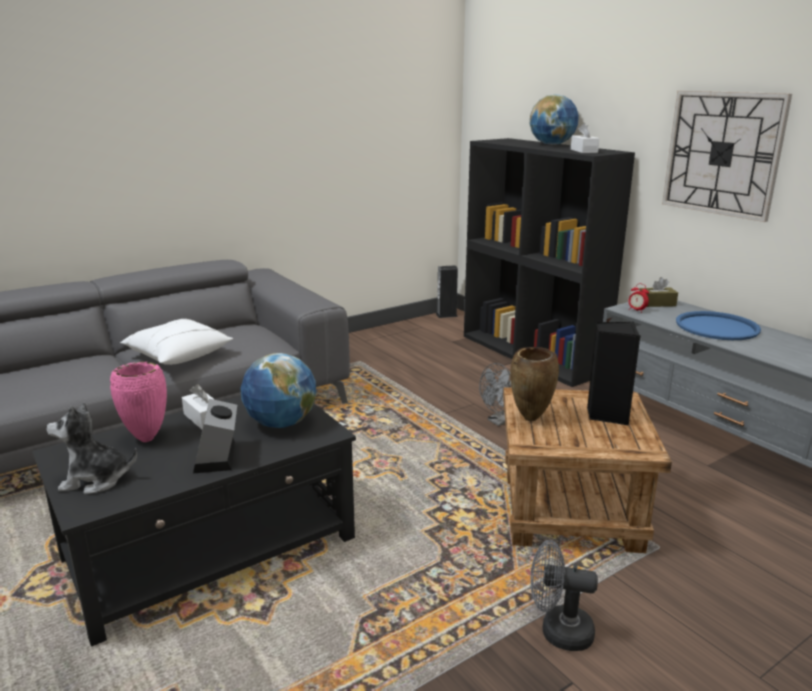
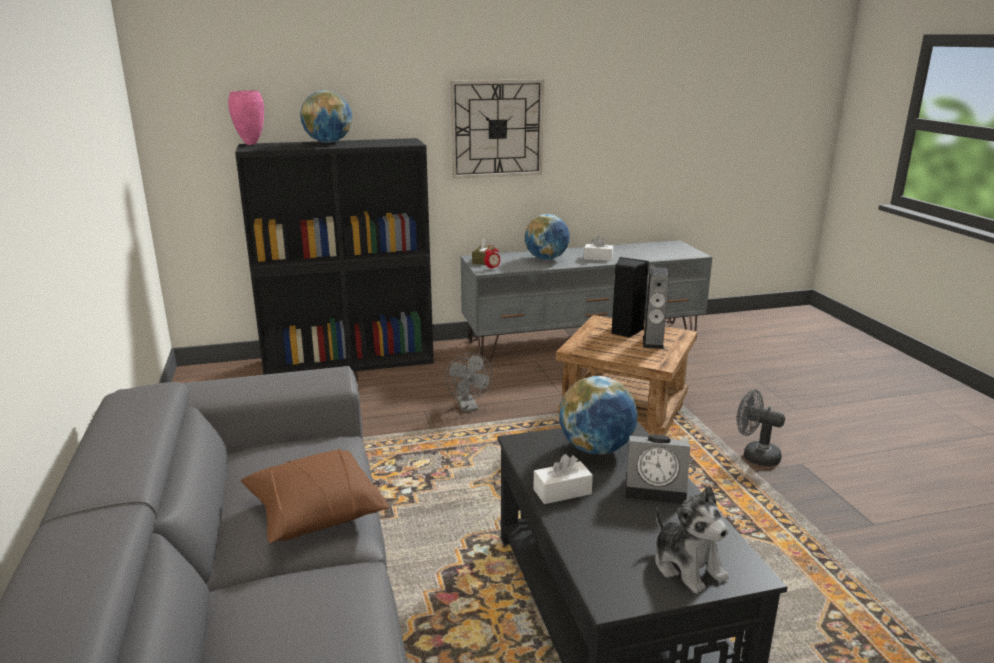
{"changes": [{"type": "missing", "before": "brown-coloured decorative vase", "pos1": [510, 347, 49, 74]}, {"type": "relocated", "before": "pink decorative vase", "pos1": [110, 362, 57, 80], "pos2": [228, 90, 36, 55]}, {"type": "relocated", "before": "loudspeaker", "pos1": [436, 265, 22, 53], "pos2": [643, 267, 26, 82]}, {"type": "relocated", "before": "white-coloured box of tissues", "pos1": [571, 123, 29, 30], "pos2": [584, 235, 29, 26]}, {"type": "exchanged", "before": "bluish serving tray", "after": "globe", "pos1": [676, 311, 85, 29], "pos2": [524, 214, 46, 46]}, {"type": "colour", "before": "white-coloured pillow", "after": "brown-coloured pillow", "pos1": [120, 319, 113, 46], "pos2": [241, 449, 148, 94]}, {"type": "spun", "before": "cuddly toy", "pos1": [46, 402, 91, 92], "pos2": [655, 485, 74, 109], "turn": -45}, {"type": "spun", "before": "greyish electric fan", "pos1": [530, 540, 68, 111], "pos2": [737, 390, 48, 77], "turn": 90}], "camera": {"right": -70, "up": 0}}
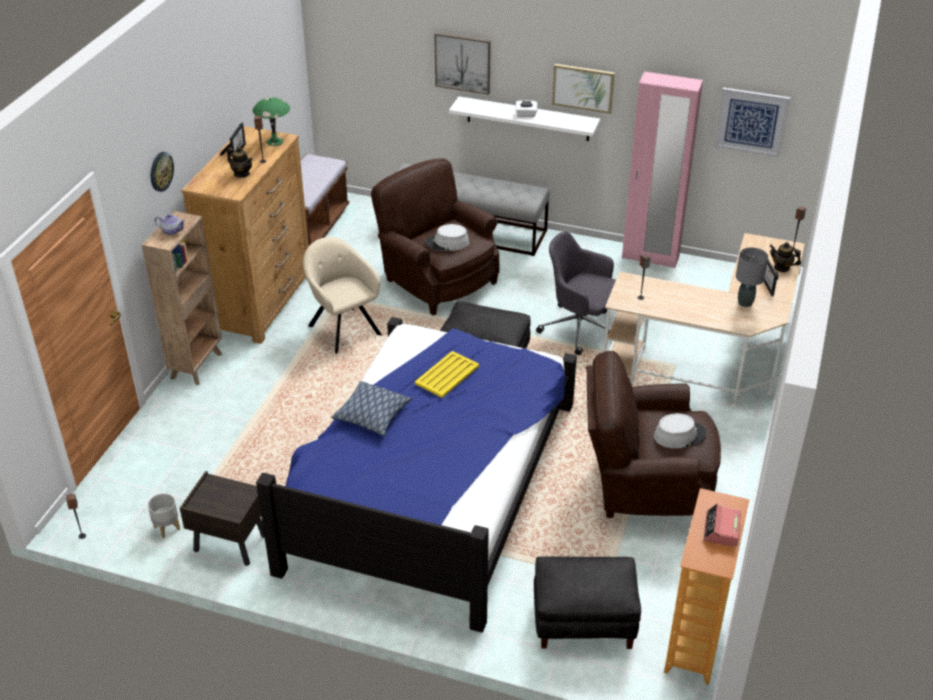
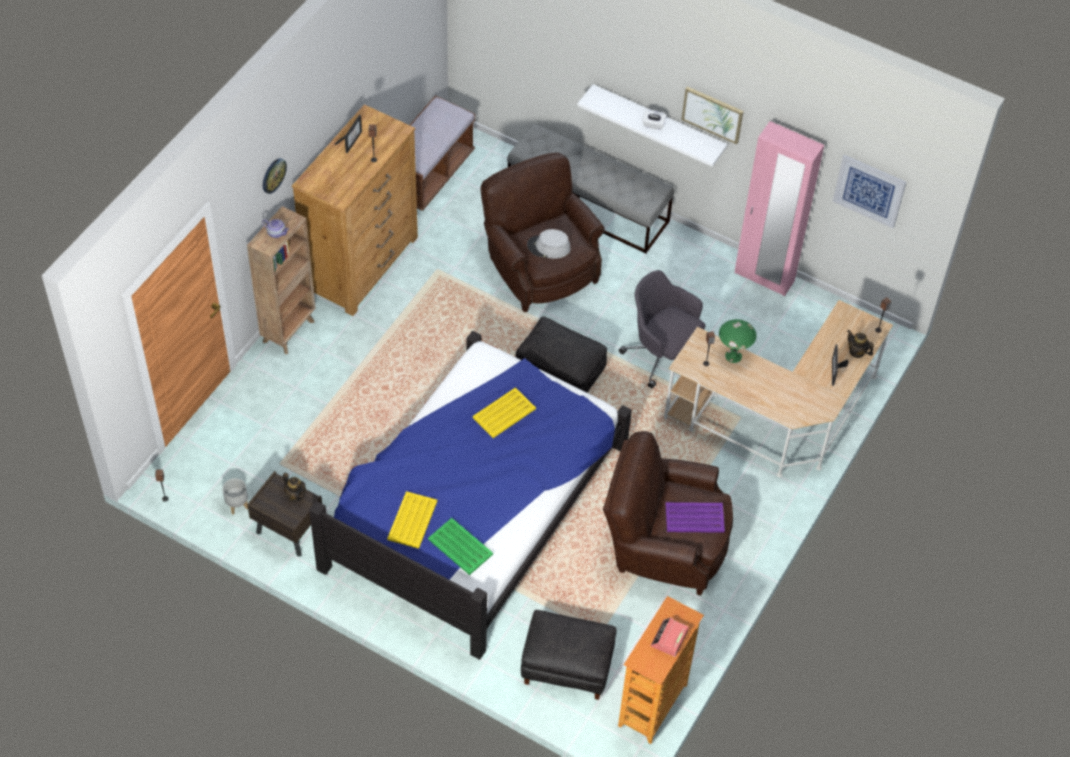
{"changes": [{"type": "missing", "before": "beige-coloured easy chair", "pos1": [303, 237, 79, 117]}, {"type": "missing", "before": "pillow", "pos1": [331, 381, 81, 55]}, {"type": "missing", "before": "wall picture", "pos1": [434, 32, 57, 63]}, {"type": "missing", "before": "greyish lamp for a table", "pos1": [736, 247, 32, 60]}, {"type": "appeared", "after": "yellow serving tray", "pos2": [387, 491, 50, 58]}, {"type": "appeared", "after": "green serving tray", "pos2": [428, 518, 65, 57]}, {"type": "relocated", "before": "tea pot", "pos1": [227, 146, 26, 31], "pos2": [283, 473, 23, 29]}, {"type": "relocated", "before": "green lamp for a table", "pos1": [253, 97, 37, 49], "pos2": [719, 319, 38, 44]}, {"type": "exchanged", "before": "greyish clothing hat", "after": "purple serving tray", "pos1": [654, 413, 52, 35], "pos2": [666, 502, 59, 31]}], "camera": {"right": 10, "up": 15}}
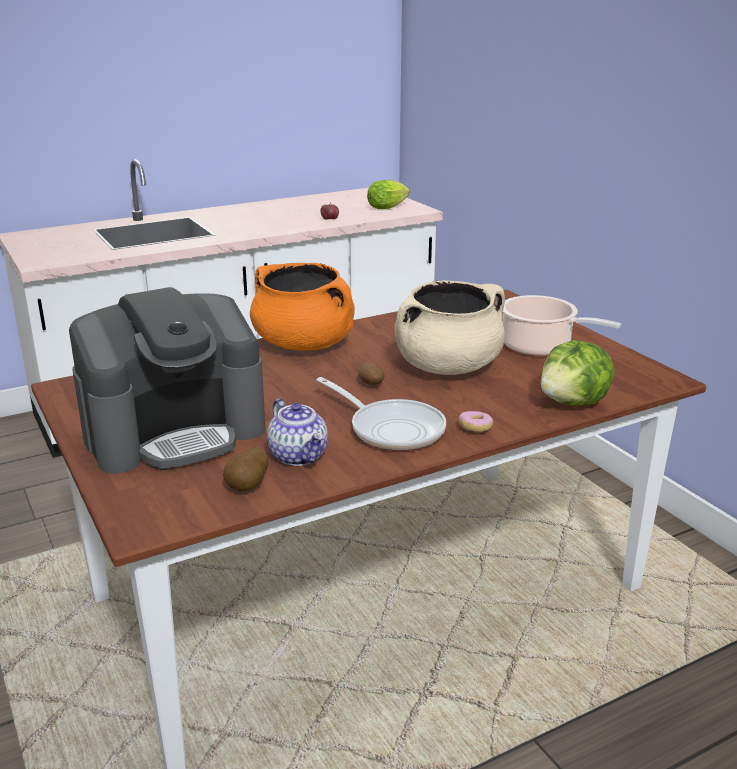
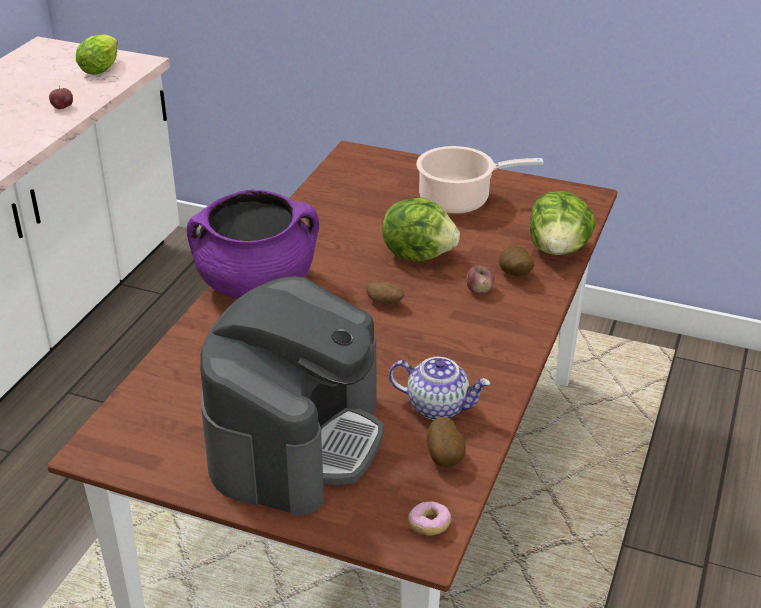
{"changes": [{"type": "missing", "before": "skillet", "pos1": [316, 377, 130, 74]}, {"type": "appeared", "after": "apple", "pos2": [466, 264, 29, 30]}, {"type": "appeared", "after": "spud", "pos2": [499, 246, 35, 30]}, {"type": "relocated", "before": "doughnut", "pos1": [458, 411, 35, 21], "pos2": [408, 501, 43, 35]}, {"type": "exchanged", "before": "beige-coloured cooking pot", "after": "head of lettuce", "pos1": [395, 280, 110, 95], "pos2": [382, 198, 78, 63]}, {"type": "colour", "before": "orange-coloured cooking pot", "after": "purple cooking pot", "pos1": [250, 263, 105, 87], "pos2": [187, 190, 132, 108]}], "camera": {"right": -40, "up": 10}}
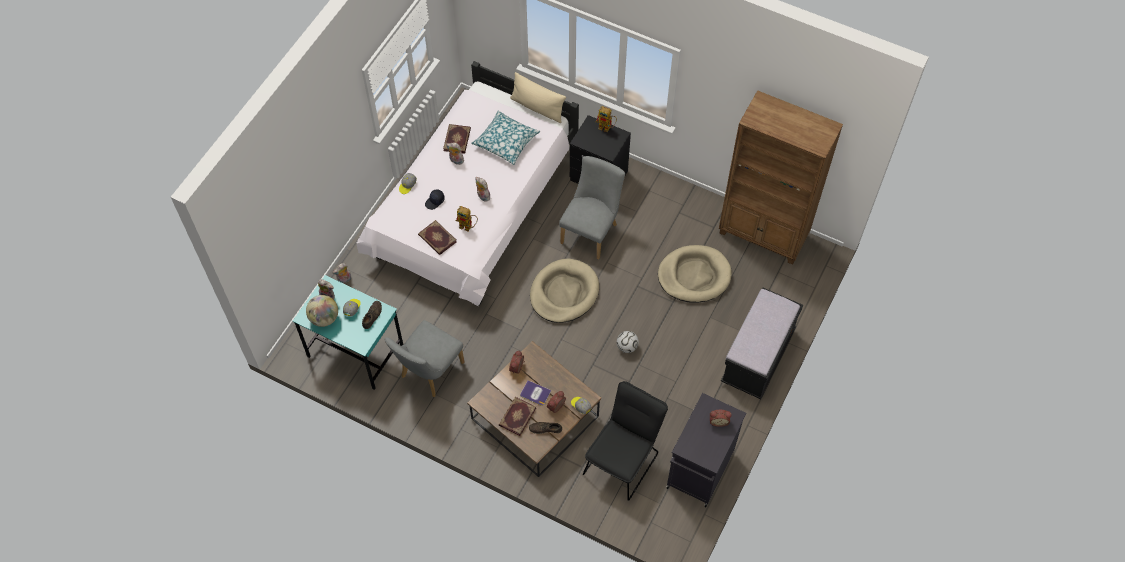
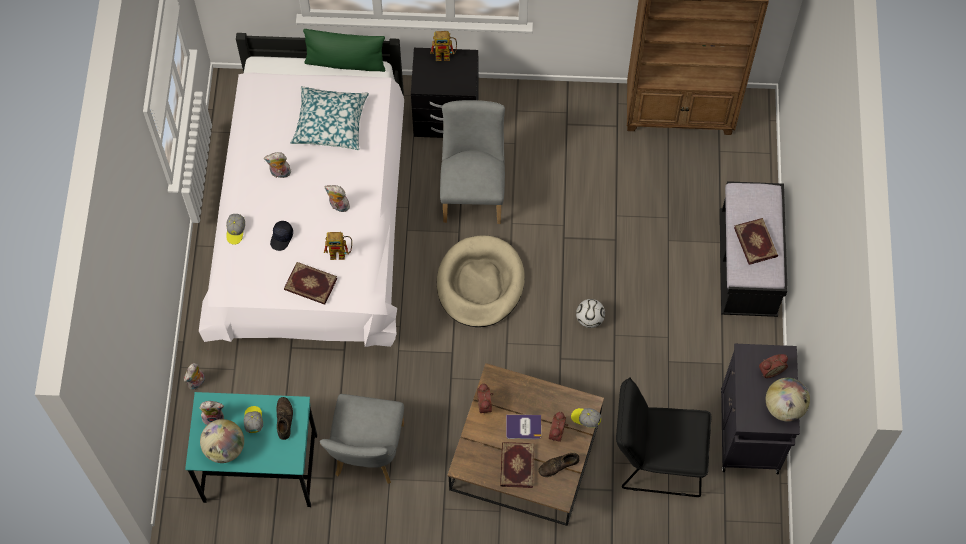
{"changes": [{"type": "missing", "before": "beige-coloured pet bed", "pos1": [658, 245, 74, 58]}, {"type": "appeared", "after": "globe", "pos2": [766, 378, 44, 44]}, {"type": "relocated", "before": "book", "pos1": [443, 124, 28, 30], "pos2": [734, 218, 44, 47]}, {"type": "colour", "before": "beige-coloured pillow", "after": "green pillow", "pos1": [510, 72, 56, 51], "pos2": [303, 29, 82, 43]}, {"type": "spun", "before": "blackish plain chair", "pos1": [583, 381, 85, 120], "pos2": [616, 377, 96, 120], "turn": -90}], "camera": {"right": -25, "up": 5}}
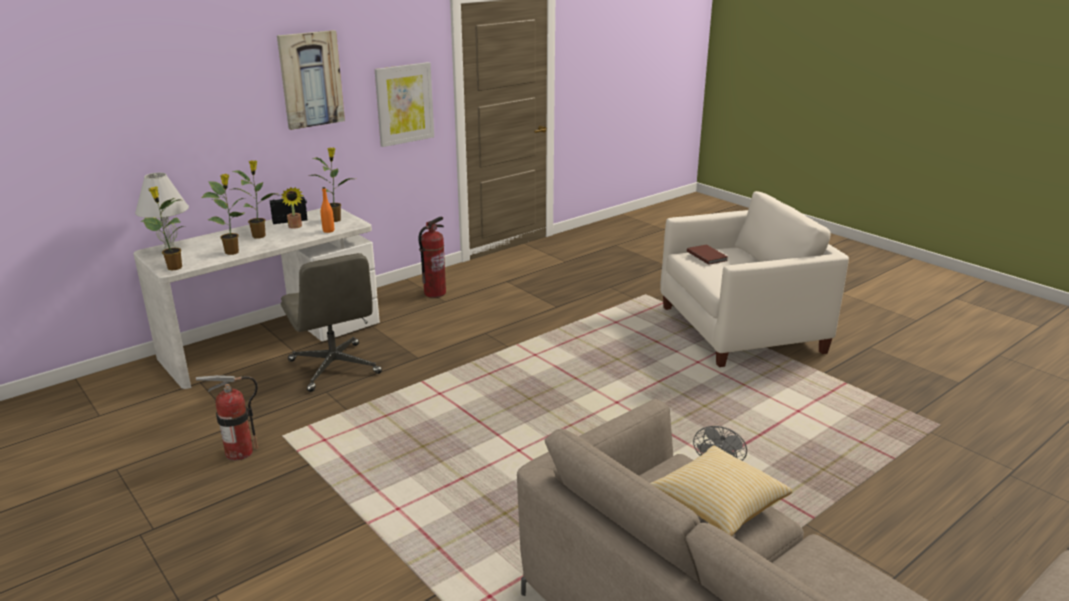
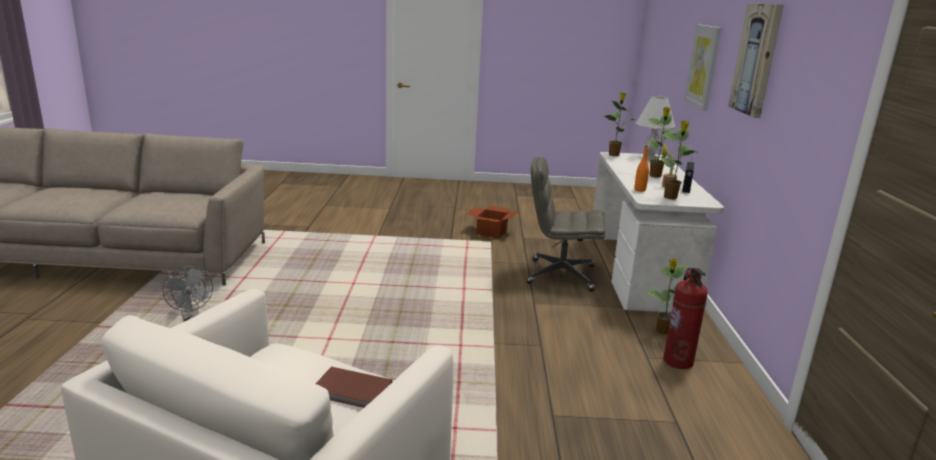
{"changes": [{"type": "missing", "before": "pillow", "pos1": [650, 445, 142, 91]}, {"type": "relocated", "before": "potted plant", "pos1": [201, 174, 44, 81], "pos2": [646, 258, 42, 77]}, {"type": "relocated", "before": "wall picture", "pos1": [375, 62, 59, 85], "pos2": [684, 24, 38, 87]}, {"type": "exchanged", "before": "extinguisher", "after": "carton", "pos1": [196, 375, 62, 86], "pos2": [466, 205, 53, 33]}], "camera": {"right": 130, "up": -5}}
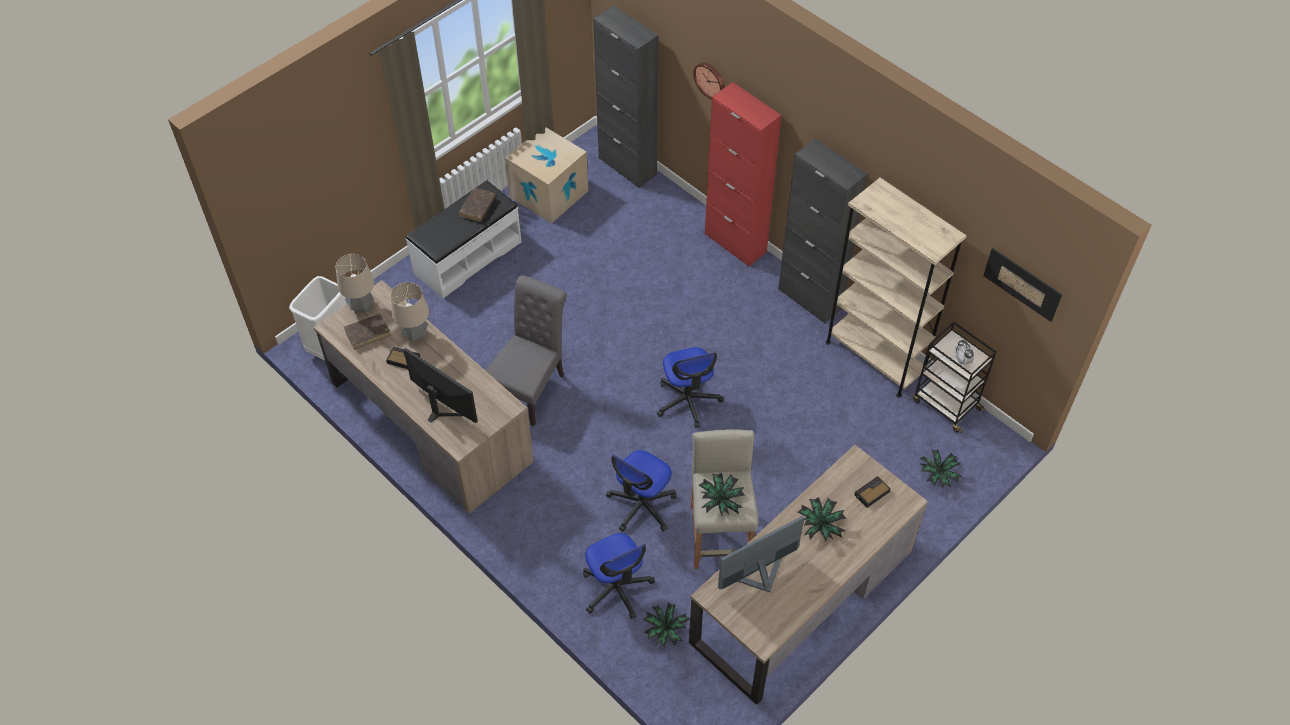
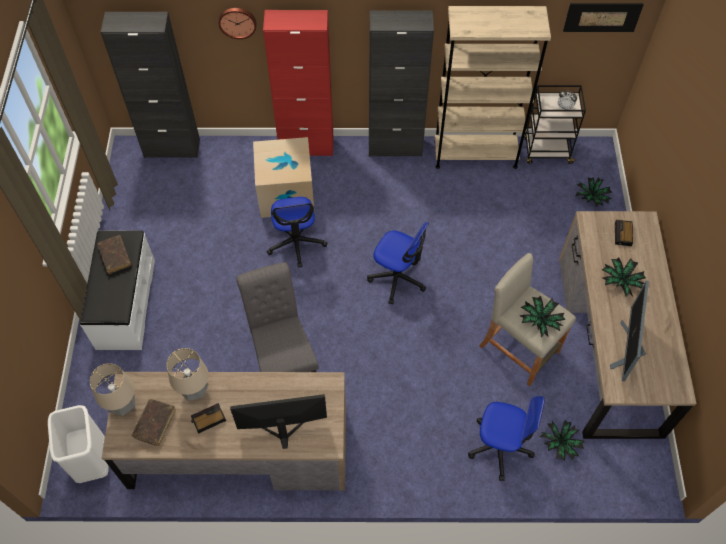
{"changes": [{"type": "relocated", "before": "carton", "pos1": [505, 128, 83, 96], "pos2": [253, 137, 62, 81]}, {"type": "relocated", "before": "computer chair", "pos1": [606, 450, 70, 82], "pos2": [267, 197, 60, 71]}], "camera": {"right": -45, "up": 5}}
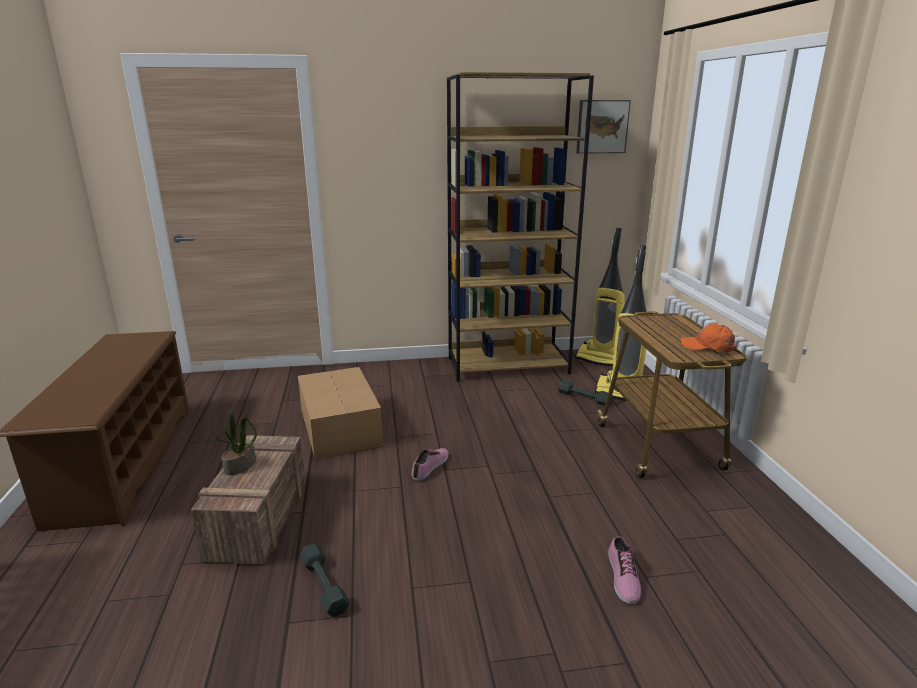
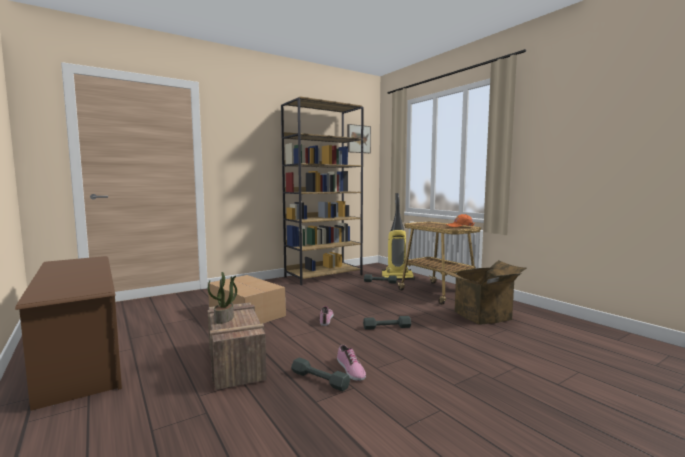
{"changes": [{"type": "missing", "before": "vacuum cleaner", "pos1": [575, 228, 50, 138]}, {"type": "appeared", "after": "greyish dumbbell", "pos2": [363, 316, 48, 14]}, {"type": "appeared", "after": "carton", "pos2": [443, 260, 83, 65]}, {"type": "relocated", "before": "item of footwear", "pos1": [608, 536, 33, 68], "pos2": [337, 345, 29, 36]}], "camera": {"right": -25, "up": -15}}
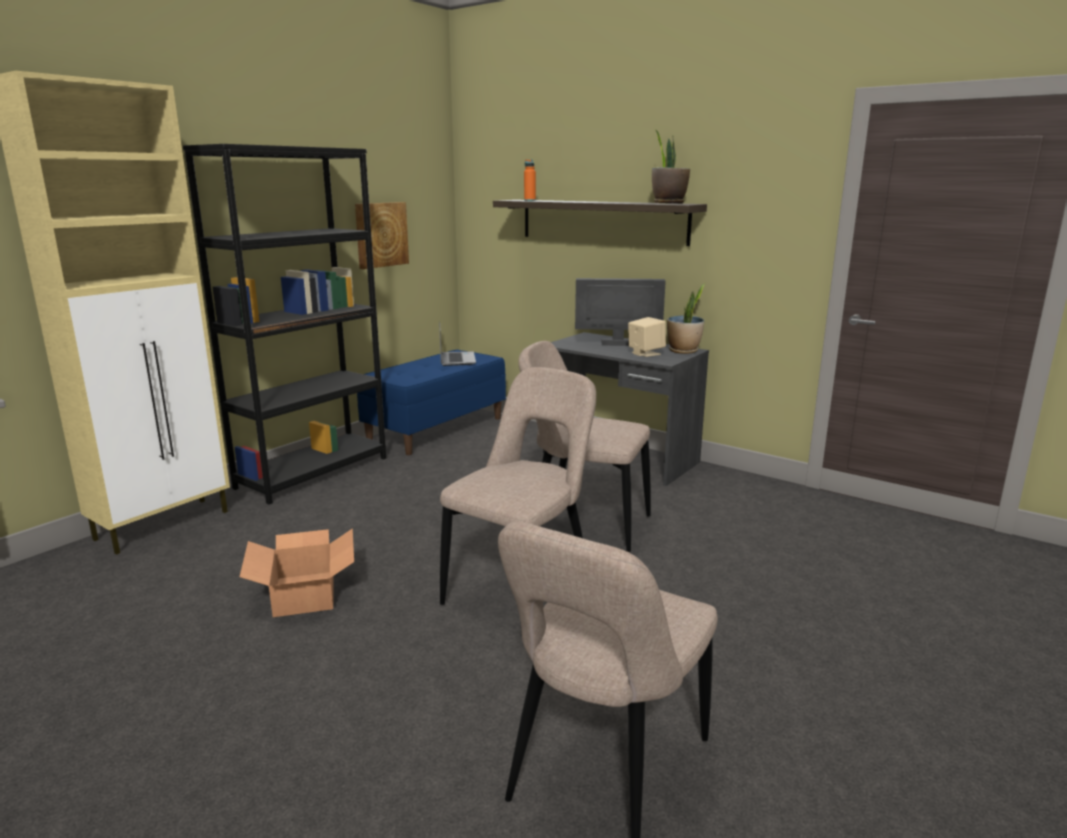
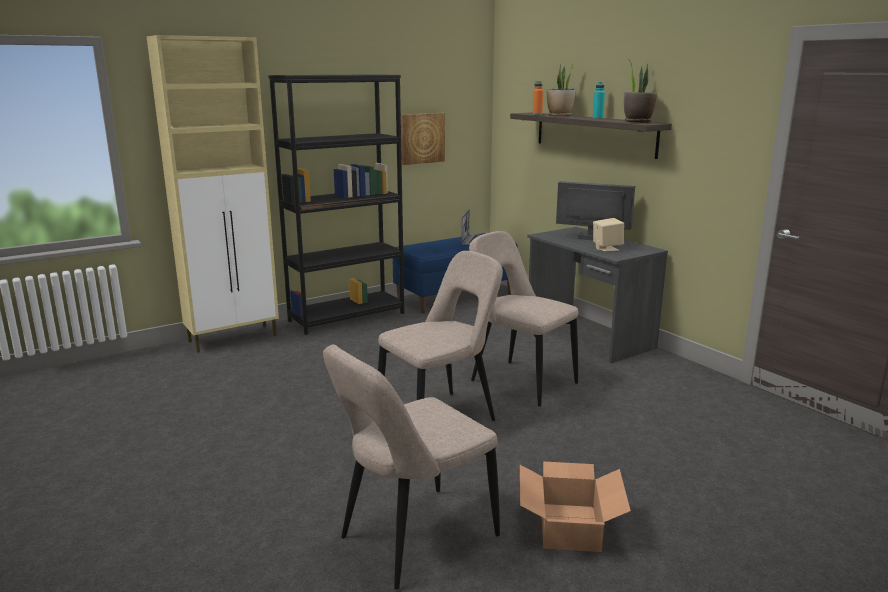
{"changes": [{"type": "appeared", "after": "blue-green beverage bottle", "pos2": [593, 82, 12, 37]}, {"type": "relocated", "before": "carton", "pos1": [240, 528, 114, 89], "pos2": [520, 462, 111, 90]}, {"type": "relocated", "before": "potted plant", "pos1": [667, 284, 38, 70], "pos2": [547, 60, 29, 56]}], "camera": {"right": 20, "up": 0}}
